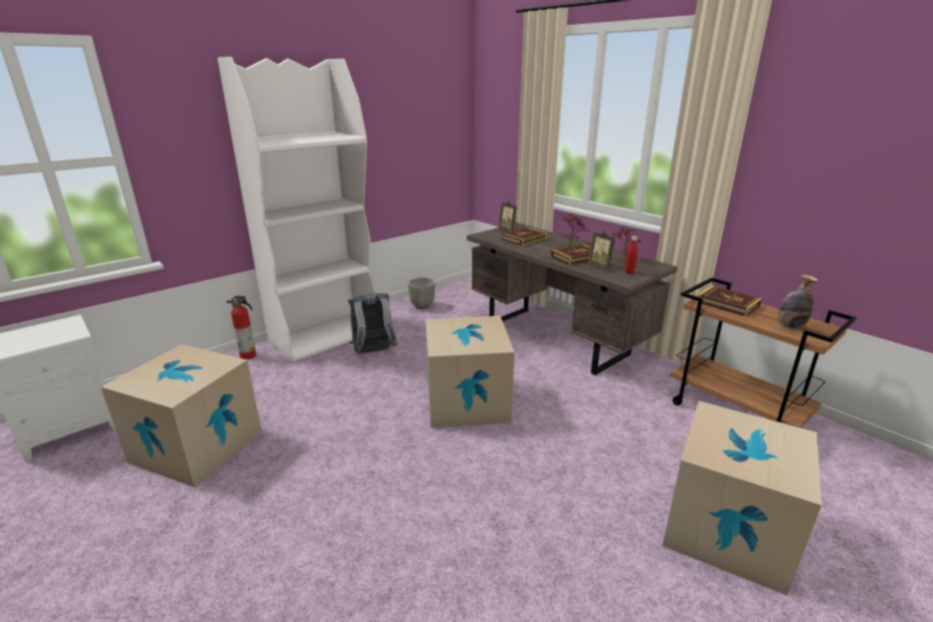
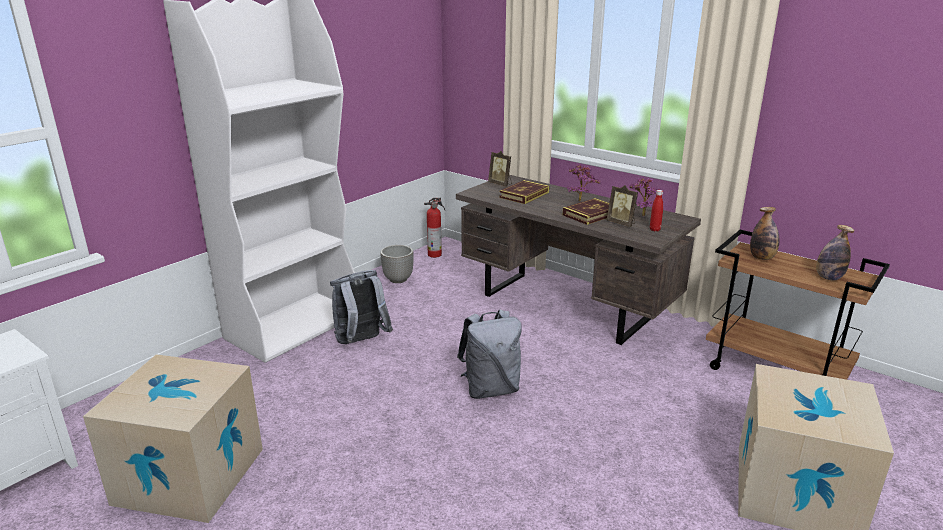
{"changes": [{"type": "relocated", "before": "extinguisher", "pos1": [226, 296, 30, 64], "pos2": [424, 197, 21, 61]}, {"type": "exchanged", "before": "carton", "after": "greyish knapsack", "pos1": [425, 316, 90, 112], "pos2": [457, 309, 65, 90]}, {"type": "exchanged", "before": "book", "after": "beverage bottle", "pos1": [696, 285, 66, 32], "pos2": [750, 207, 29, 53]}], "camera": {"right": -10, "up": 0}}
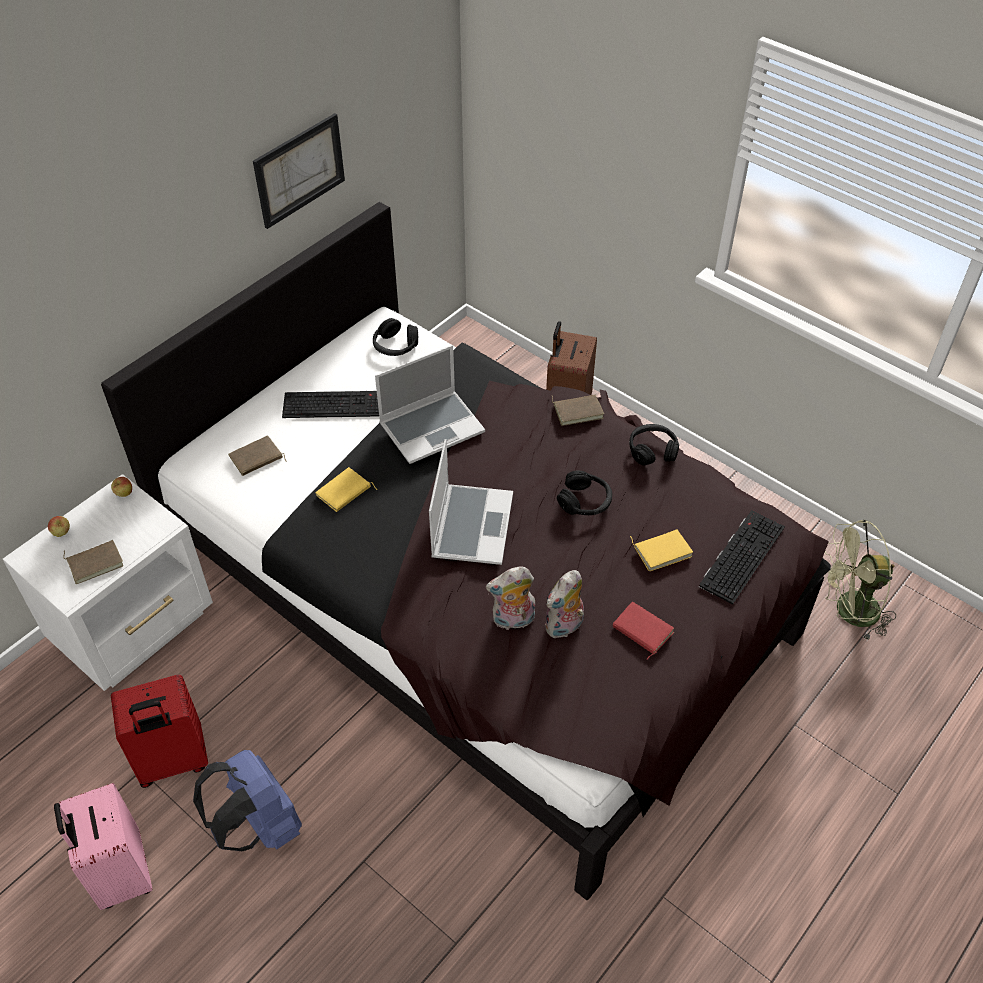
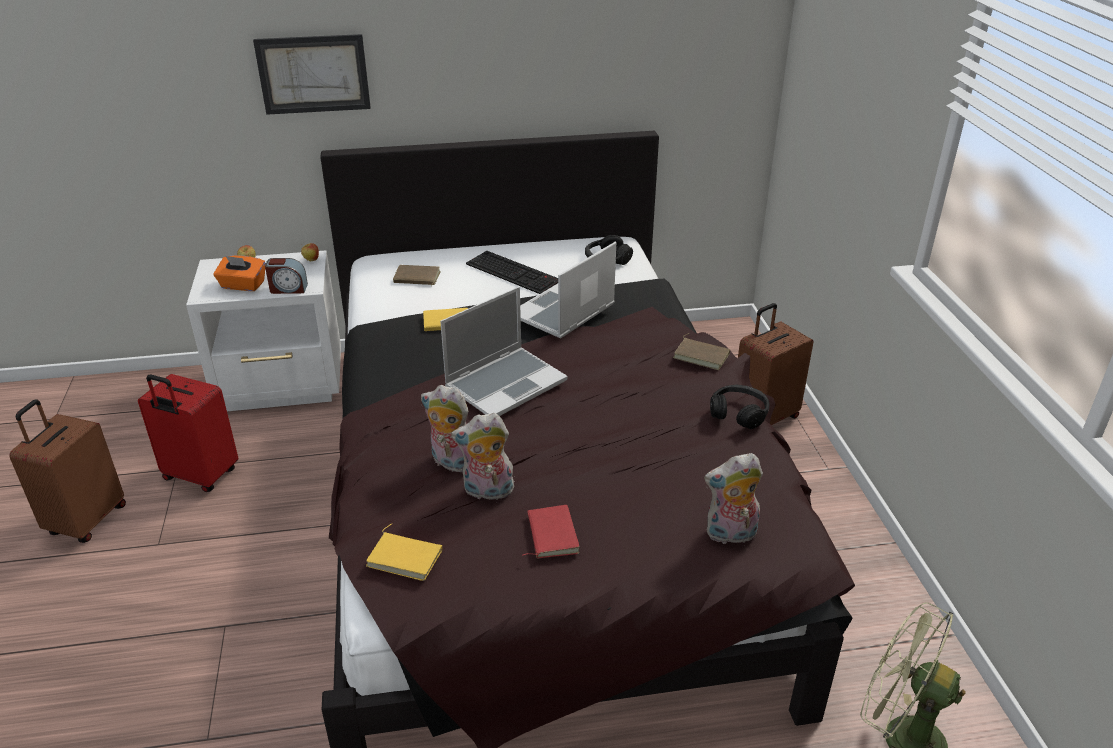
{"changes": [{"type": "missing", "before": "bluish knapsack", "pos1": [193, 750, 109, 101]}, {"type": "missing", "before": "blackish headphones", "pos1": [557, 471, 55, 44]}, {"type": "appeared", "after": "alarm clock", "pos2": [265, 258, 43, 36]}, {"type": "relocated", "before": "wall picture", "pos1": [253, 113, 92, 116], "pos2": [253, 34, 118, 81]}, {"type": "relocated", "before": "yellow book", "pos1": [630, 529, 63, 42], "pos2": [366, 523, 76, 58]}, {"type": "exchanged", "before": "brown-coloured book", "after": "orange-coloured box of tissues", "pos1": [63, 540, 60, 44], "pos2": [213, 255, 53, 36]}, {"type": "exchanged", "before": "PC keyboard", "after": "cuddly toy", "pos1": [699, 510, 86, 95], "pos2": [704, 453, 59, 91]}, {"type": "colour", "before": "pink travel case", "after": "brown-coloured travel case", "pos1": [54, 783, 98, 127], "pos2": [9, 399, 117, 144]}, {"type": "spun", "before": "laptop", "pos1": [375, 345, 110, 119], "pos2": [520, 242, 96, 97], "turn": 120}], "camera": {"right": 40, "up": -15}}
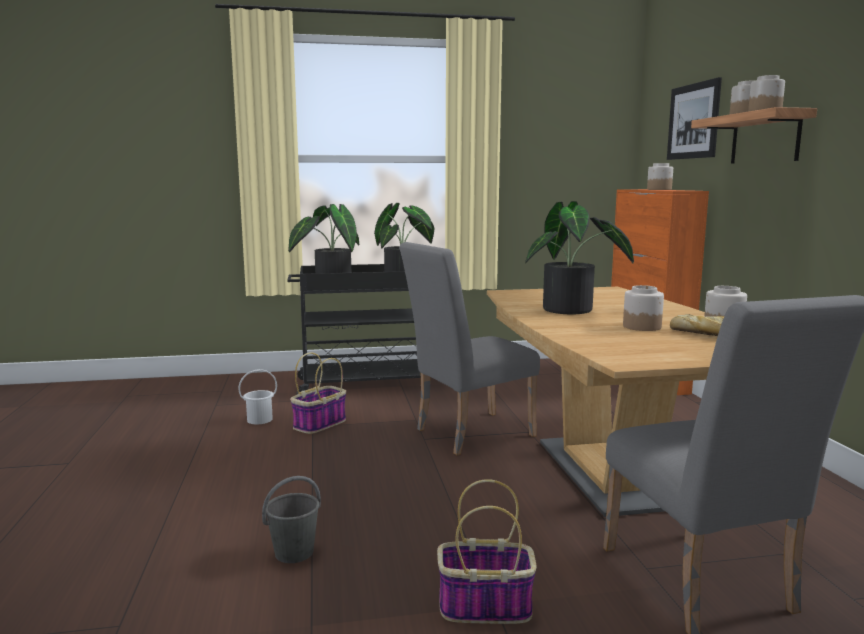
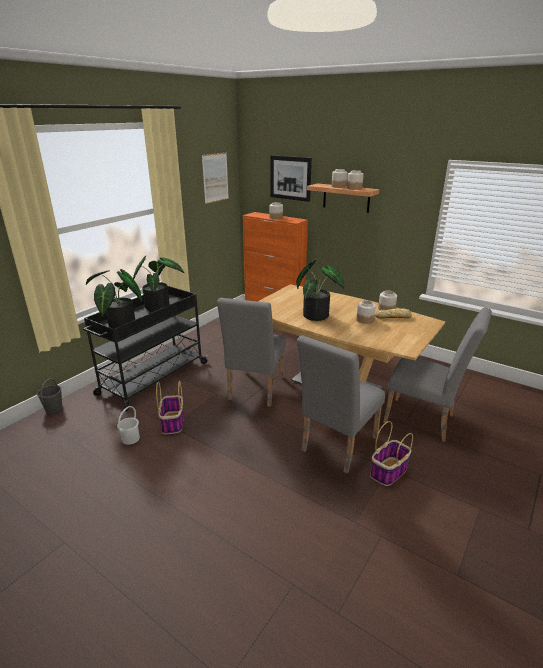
{"changes": [{"type": "appeared", "after": "wall picture", "pos2": [202, 153, 27, 51]}, {"type": "appeared", "after": "greyish plain chair", "pos2": [297, 335, 88, 139]}, {"type": "relocated", "before": "greyish water bucket", "pos1": [262, 476, 59, 87], "pos2": [37, 378, 25, 35]}], "camera": {"right": -45, "up": 15}}
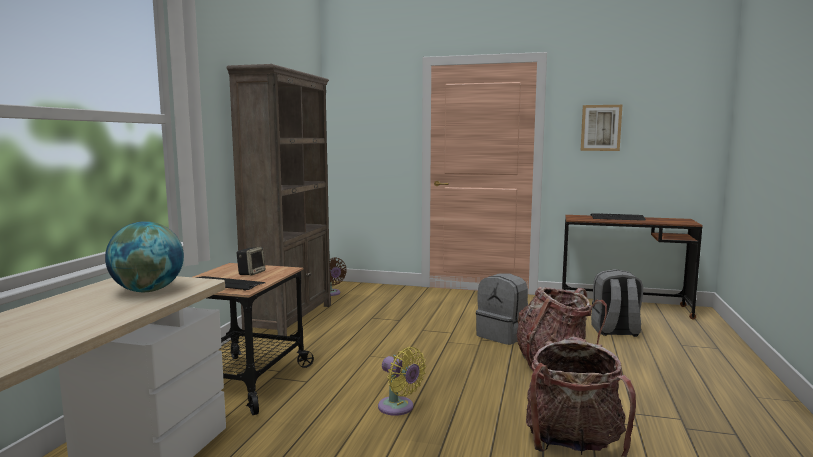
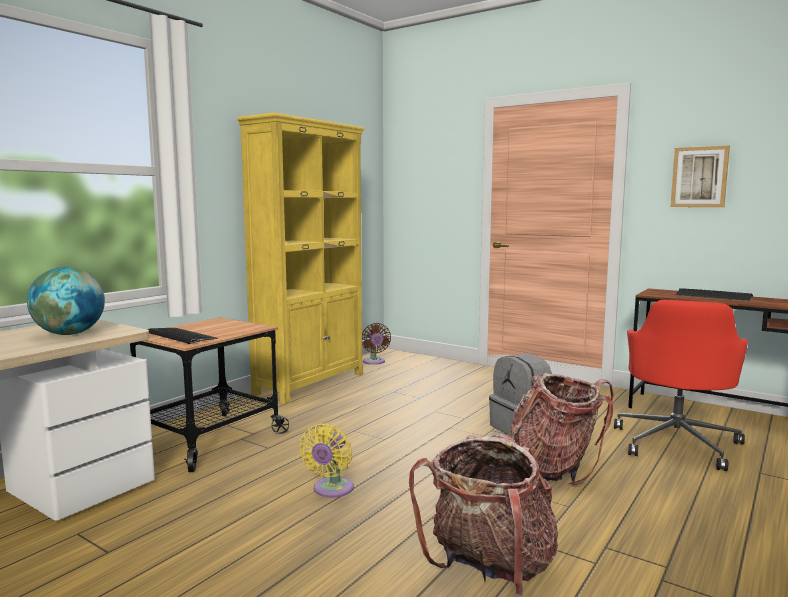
{"changes": [{"type": "missing", "before": "loudspeaker", "pos1": [236, 247, 29, 28]}, {"type": "exchanged", "before": "greyish knapsack", "after": "reddish computer chair", "pos1": [591, 269, 52, 68], "pos2": [614, 300, 134, 171]}, {"type": "colour", "before": "brown-coloured bookcase", "after": "yellow bookcase", "pos1": [227, 64, 104, 272], "pos2": [237, 112, 128, 292]}, {"type": "spun", "before": "yellow electric fan", "pos1": [378, 347, 48, 69], "pos2": [300, 423, 54, 75], "turn": 45}], "camera": {"right": 20, "up": 0}}
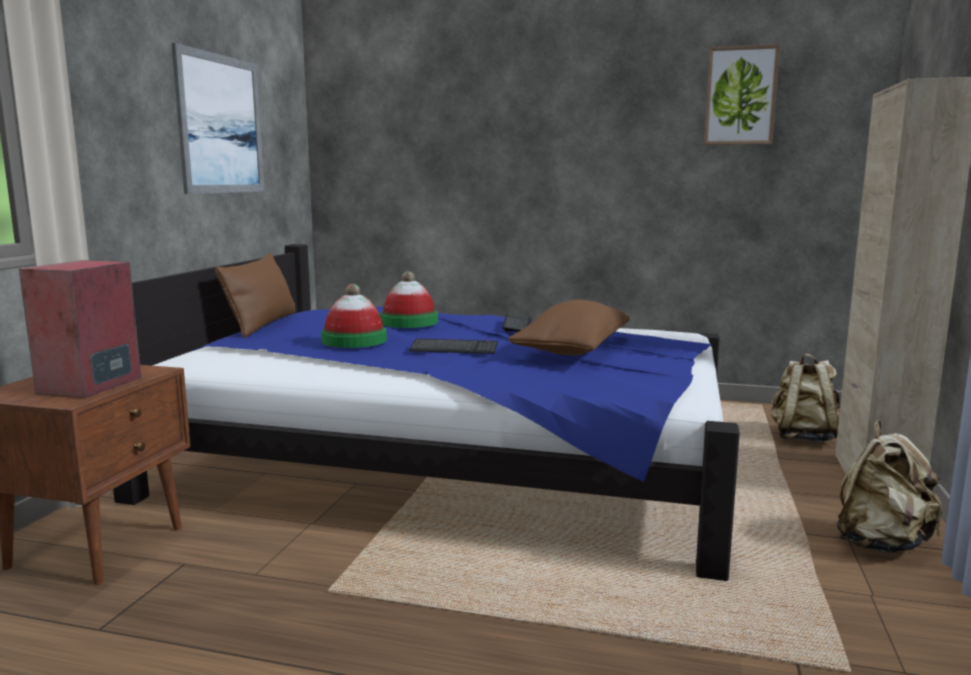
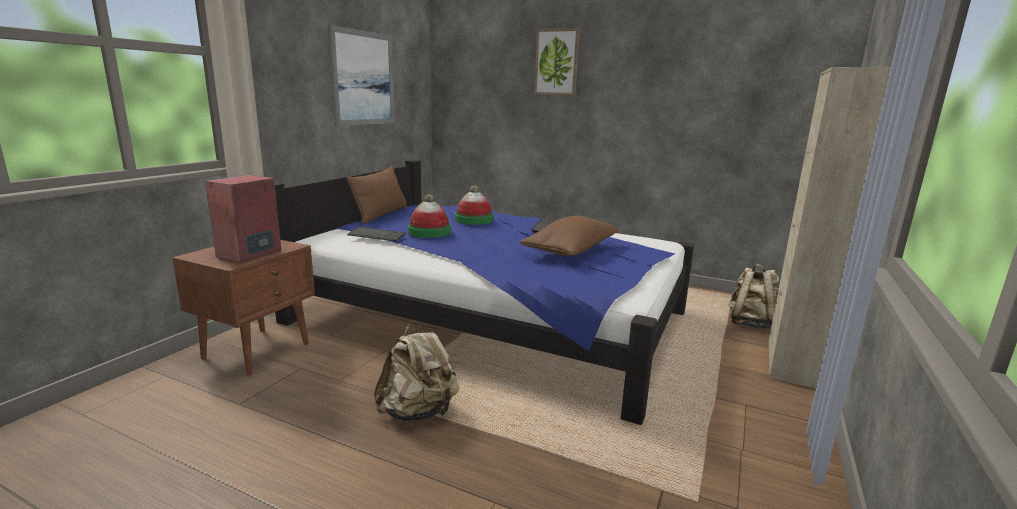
{"changes": [{"type": "relocated", "before": "PC keyboard", "pos1": [409, 339, 89, 15], "pos2": [347, 227, 59, 14]}, {"type": "relocated", "before": "wall picture", "pos1": [704, 44, 76, 101], "pos2": [534, 28, 46, 67]}, {"type": "relocated", "before": "beige-coloured knapsack", "pos1": [837, 420, 106, 133], "pos2": [374, 322, 85, 99]}], "camera": {"right": 10, "up": 5}}
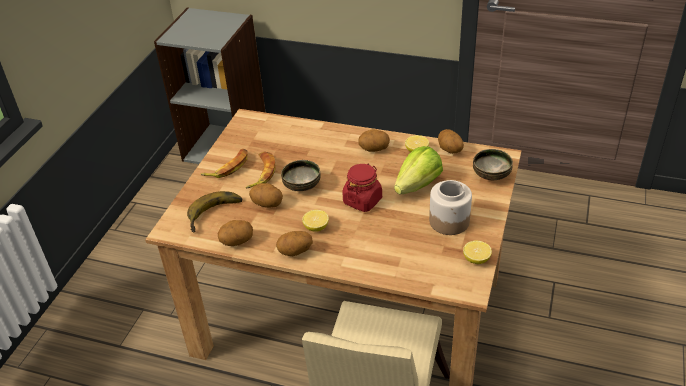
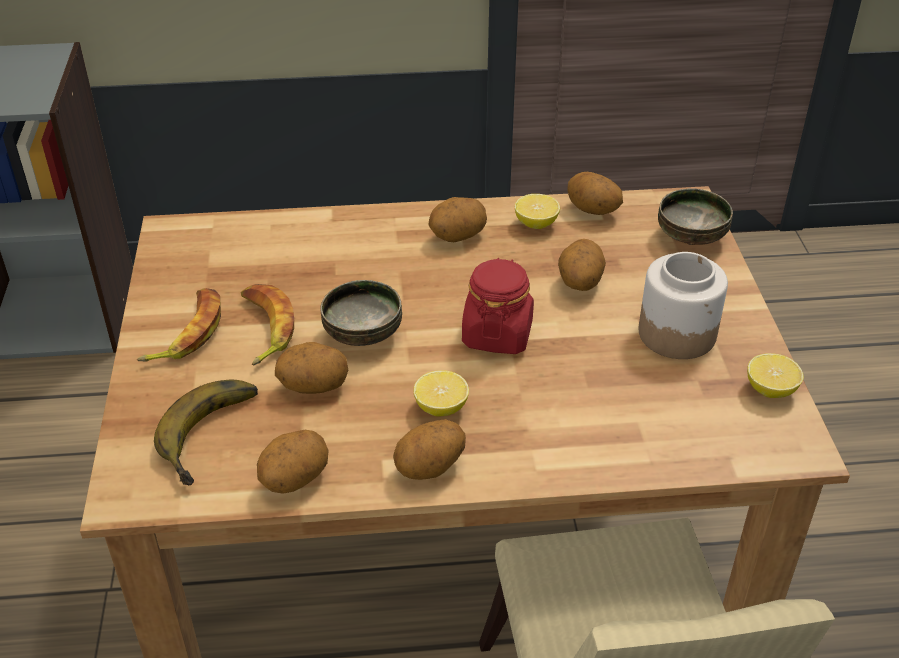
{"changes": [{"type": "exchanged", "before": "head of lettuce", "after": "spud", "pos1": [394, 146, 49, 48], "pos2": [558, 239, 48, 52]}], "camera": {"right": -25, "up": 0}}
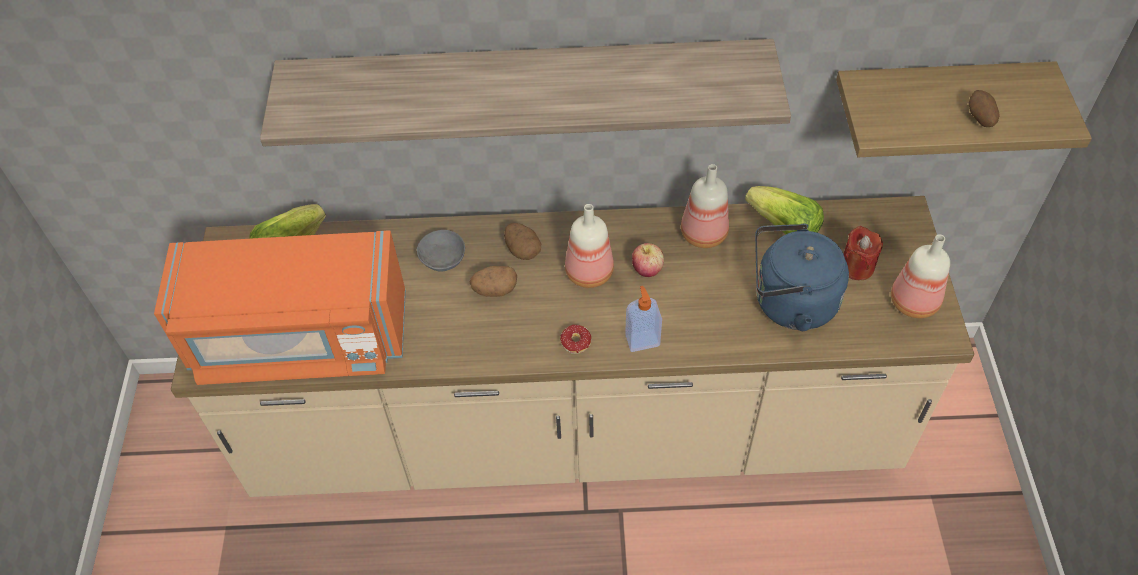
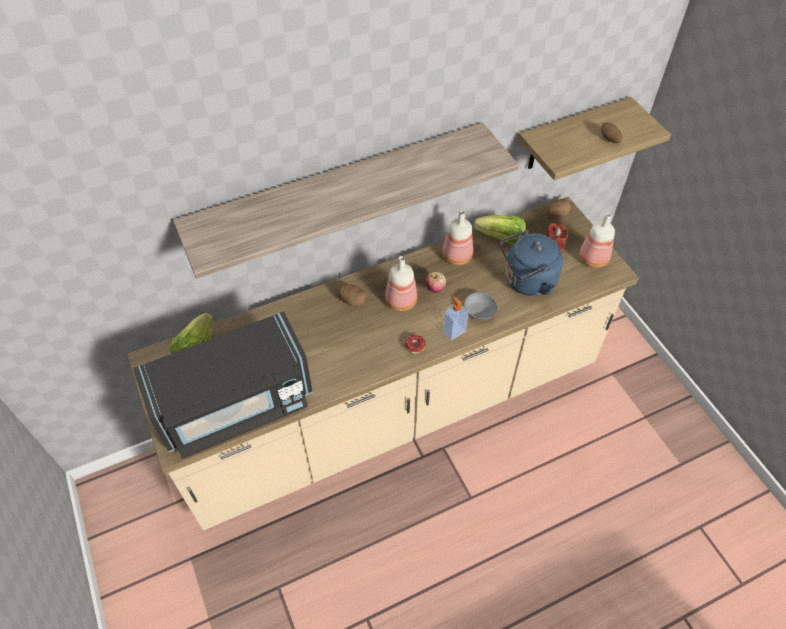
{"changes": [{"type": "relocated", "before": "greyish bowl", "pos1": [417, 230, 48, 42], "pos2": [464, 292, 33, 28]}, {"type": "relocated", "before": "spud", "pos1": [470, 266, 47, 31], "pos2": [546, 199, 25, 20]}, {"type": "colour", "before": "orange-coloured microwave oven", "after": "blackish microwave oven", "pos1": [154, 230, 252, 155], "pos2": [133, 311, 180, 148]}], "camera": {"right": -25, "up": 0}}
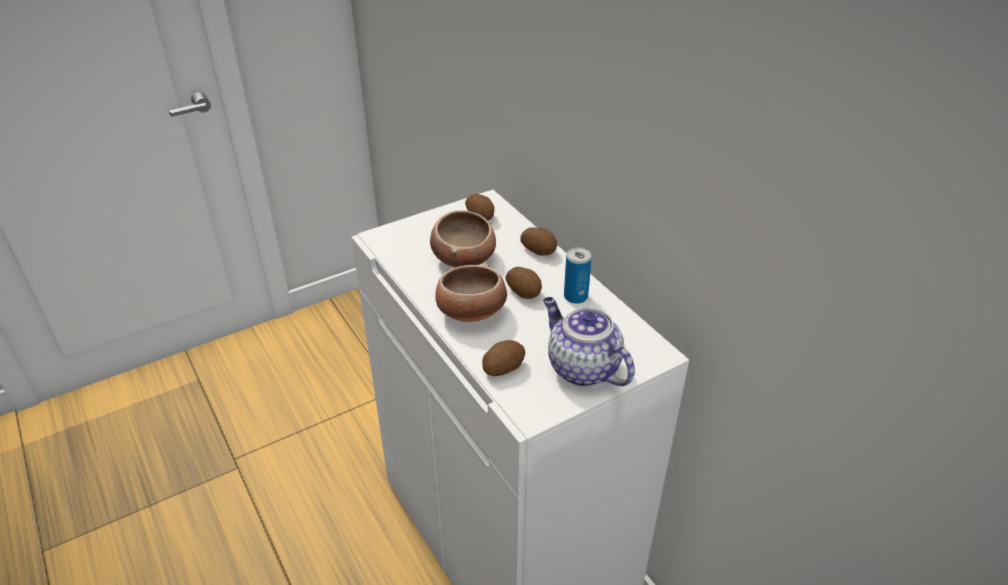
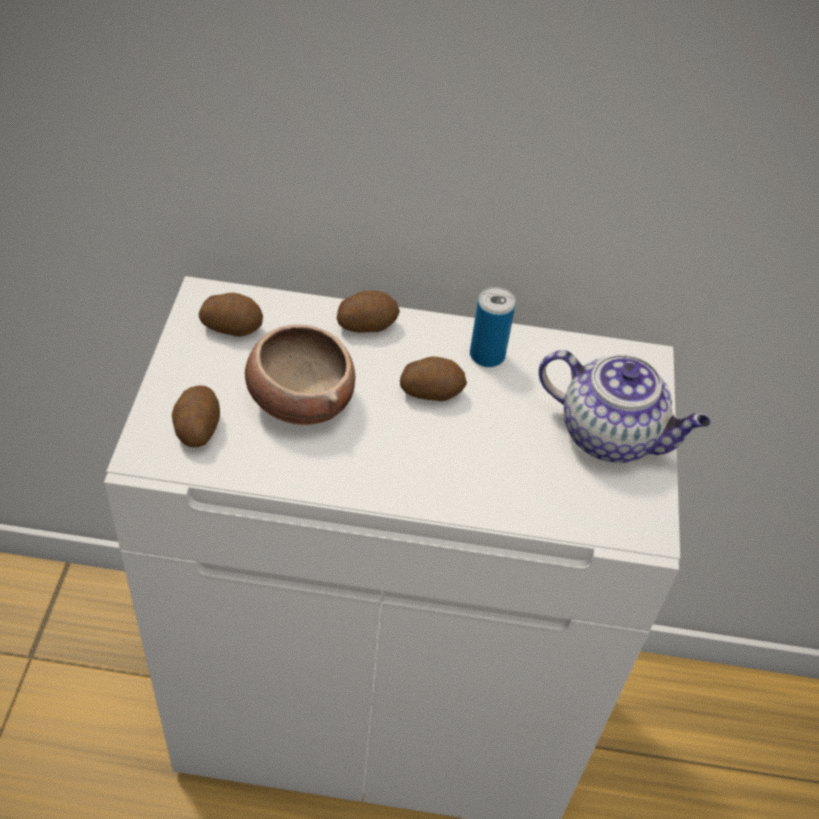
{"changes": [{"type": "missing", "before": "bowl", "pos1": [435, 263, 72, 59]}, {"type": "relocated", "before": "spud", "pos1": [482, 340, 43, 36], "pos2": [172, 385, 48, 62]}, {"type": "spun", "before": "tea pot", "pos1": [543, 297, 92, 90], "pos2": [539, 350, 172, 113], "turn": -150}], "camera": {"right": -55, "up": 10}}
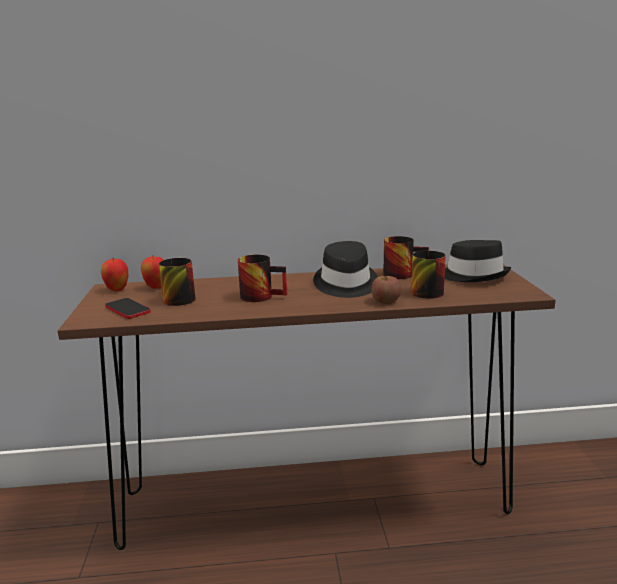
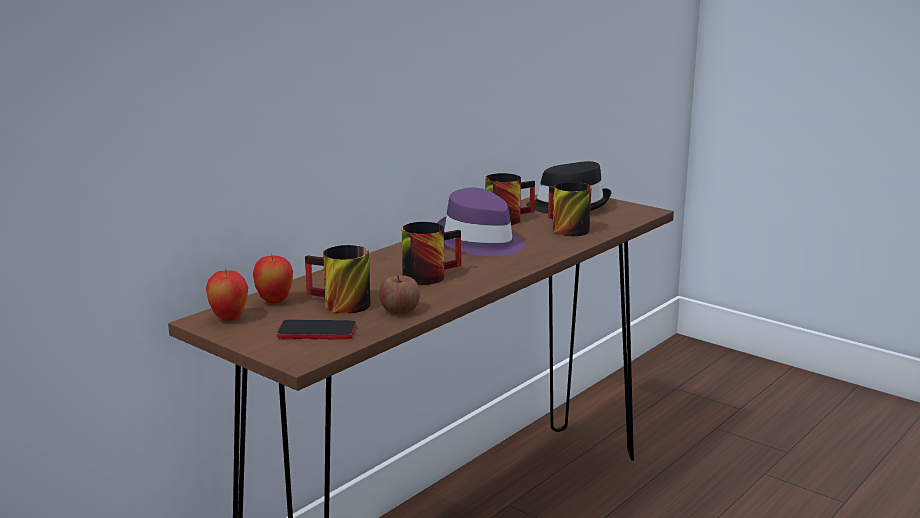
{"changes": [{"type": "relocated", "before": "apple", "pos1": [371, 275, 30, 29], "pos2": [379, 275, 41, 40]}, {"type": "colour", "before": "blackish clothing hat", "after": "purple clothing hat", "pos1": [313, 241, 65, 57], "pos2": [438, 188, 86, 68]}], "camera": {"right": -45, "up": 0}}
